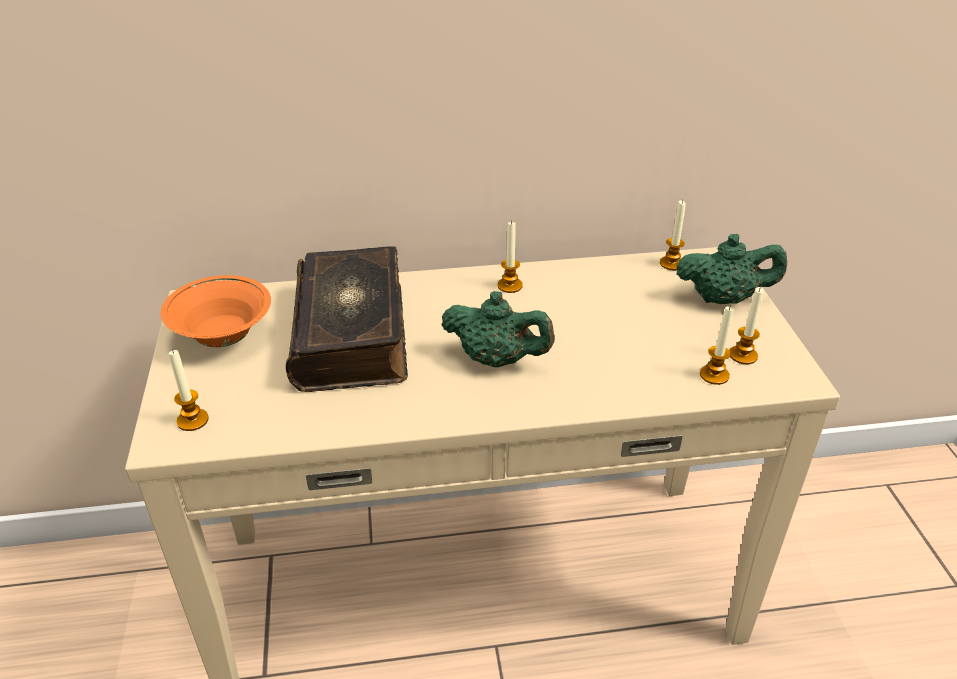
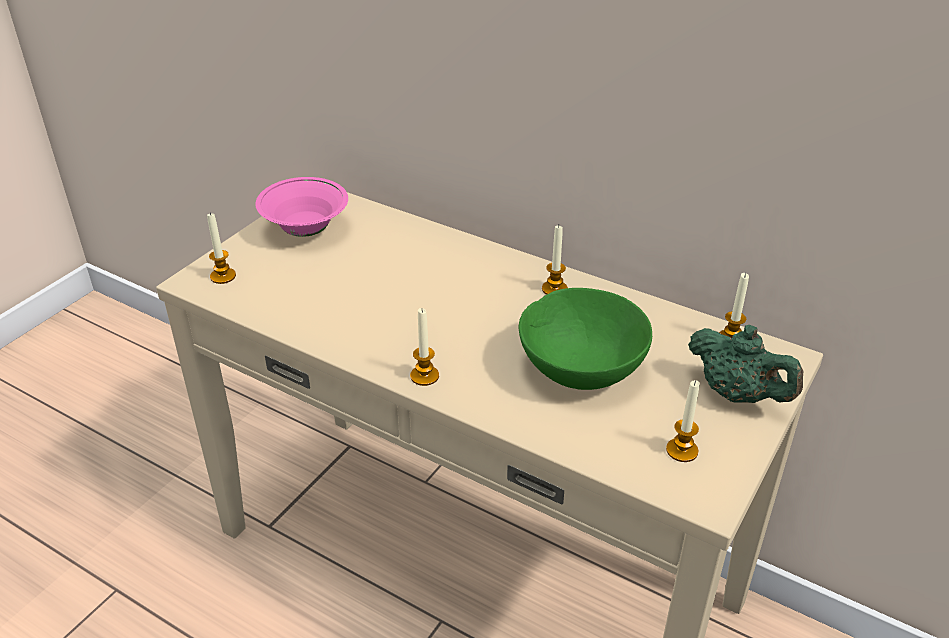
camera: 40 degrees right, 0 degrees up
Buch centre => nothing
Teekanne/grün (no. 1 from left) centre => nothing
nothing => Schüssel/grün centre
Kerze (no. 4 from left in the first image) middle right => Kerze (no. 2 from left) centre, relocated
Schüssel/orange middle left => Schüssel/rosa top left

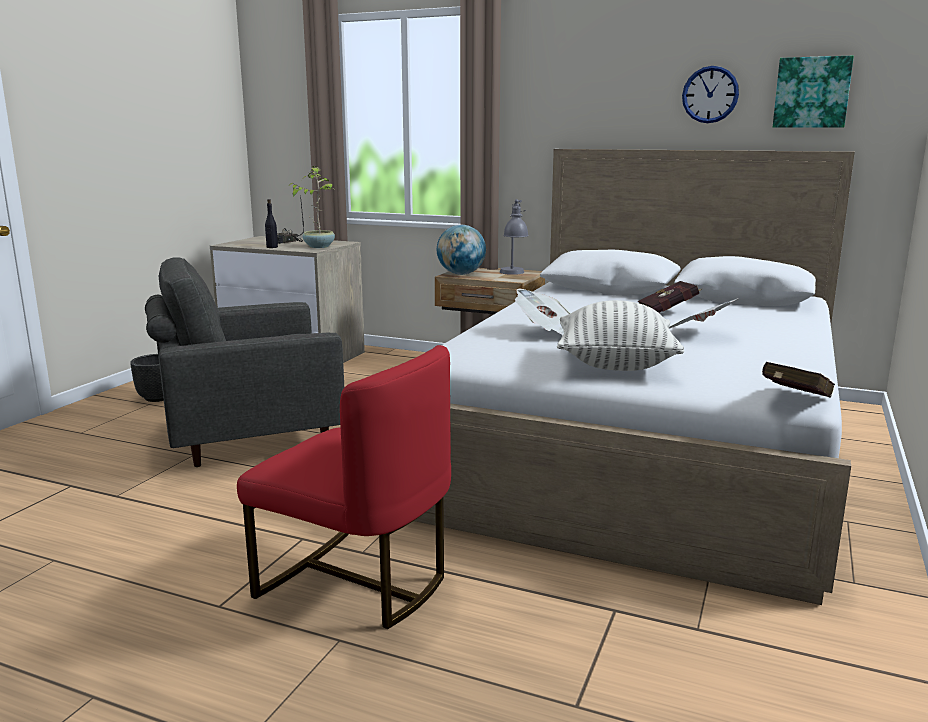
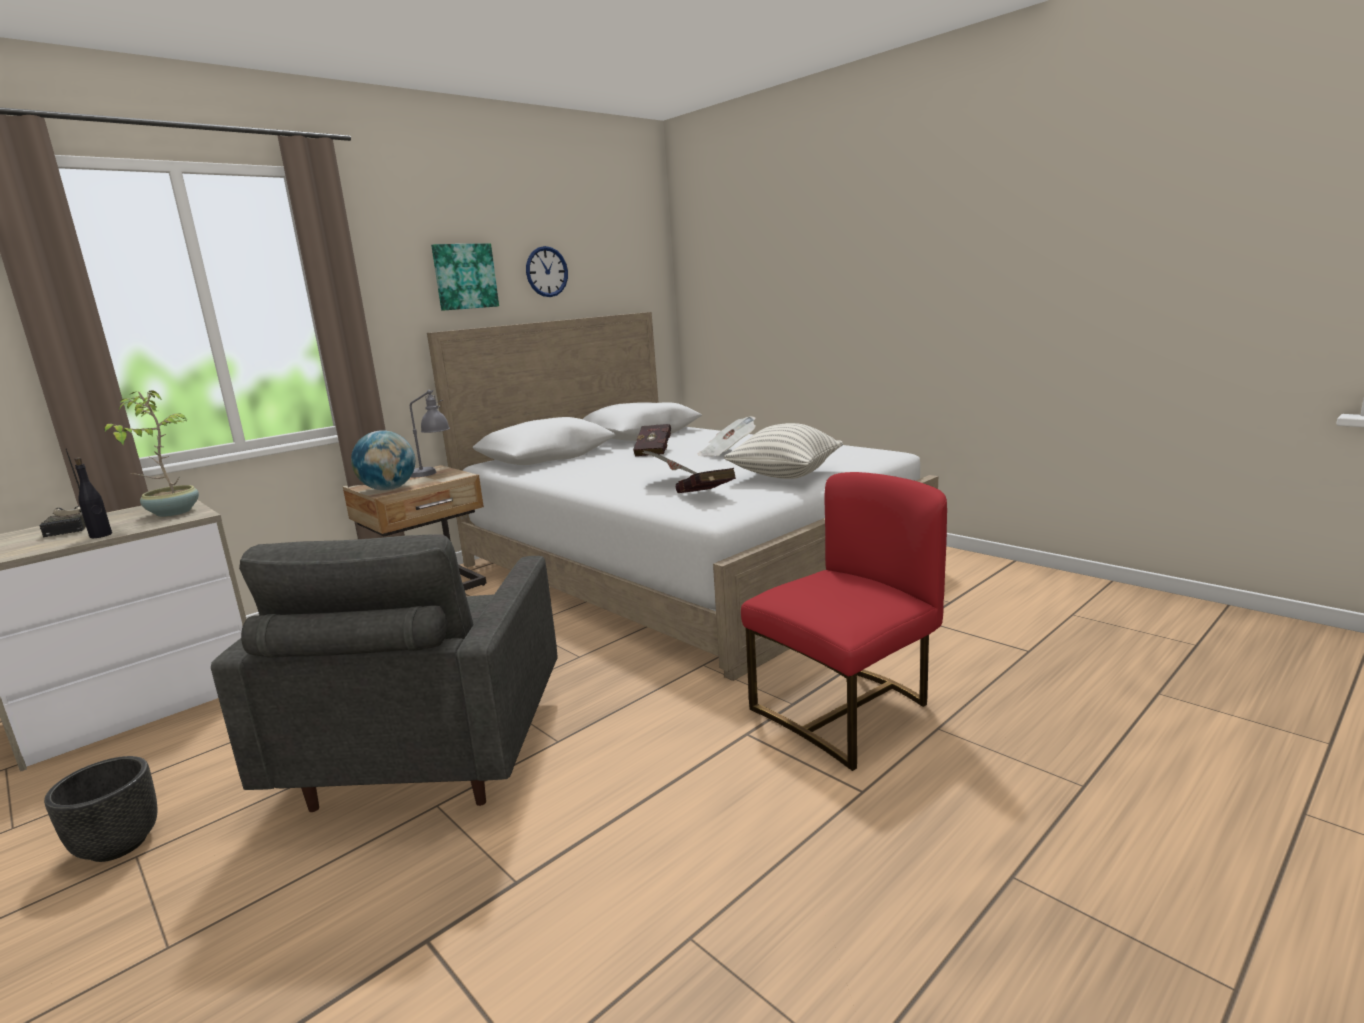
camera: 65 degrees left, 0 degrees up
Buch/rot (no. 2 from left) middle right => Buch/rot (no. 2 from left) centre, relocated
Bild top right => Bild top centre, relocated

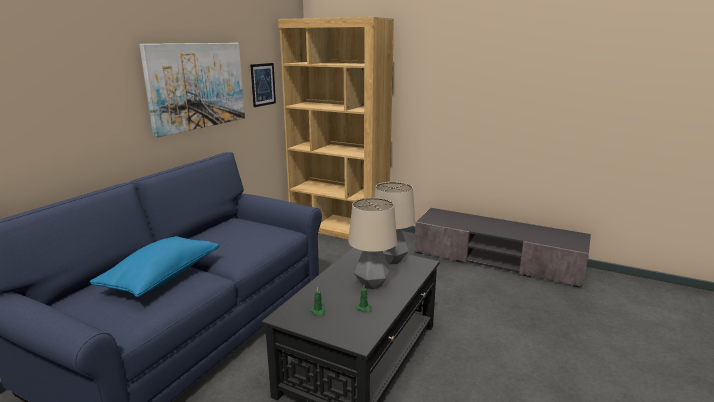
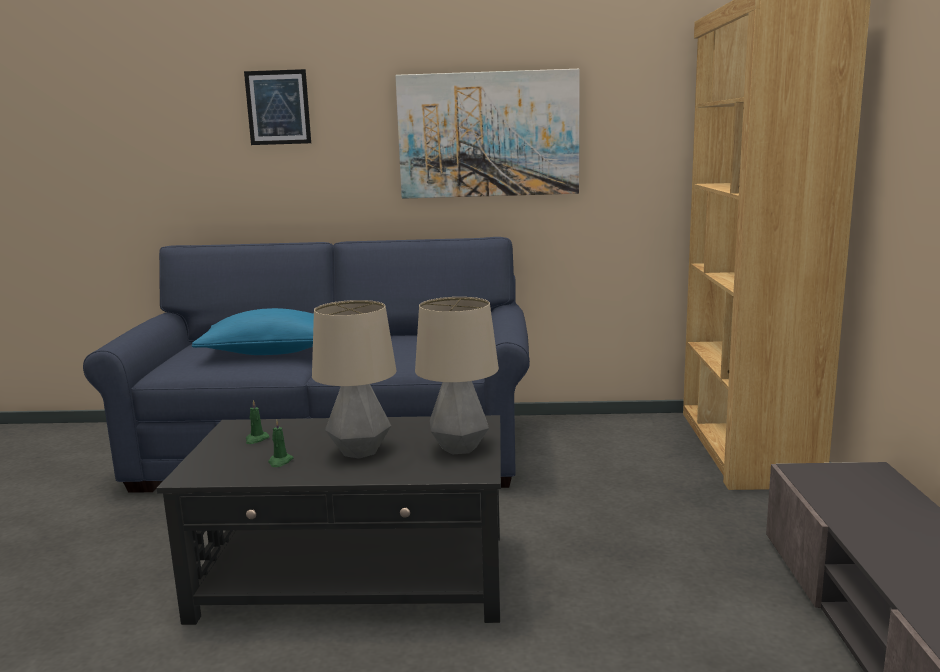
camera: 65 degrees right, 5 degrees down
Bild (no. 2 from left in the first image) top centre => Bild (no. 1 from left) top left, relocated

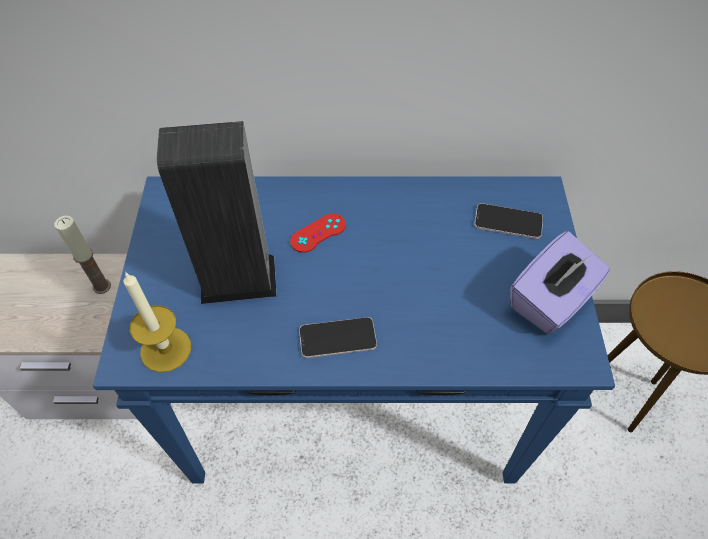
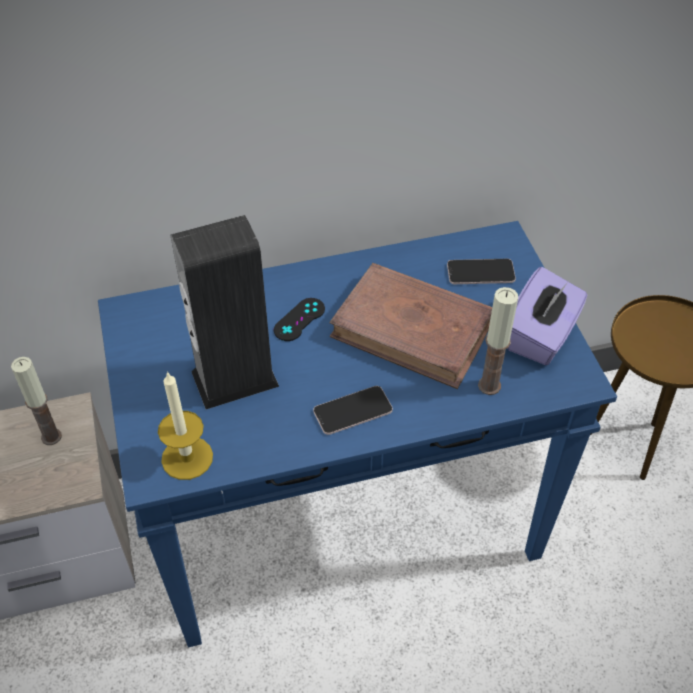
camera: 15 degrees left, 5 degrees down
nothing => Buch/braun centre
nothing => Kerze (no. 3 from left) middle right
Gamepad/rot centre => Gamepad/schwarz centre

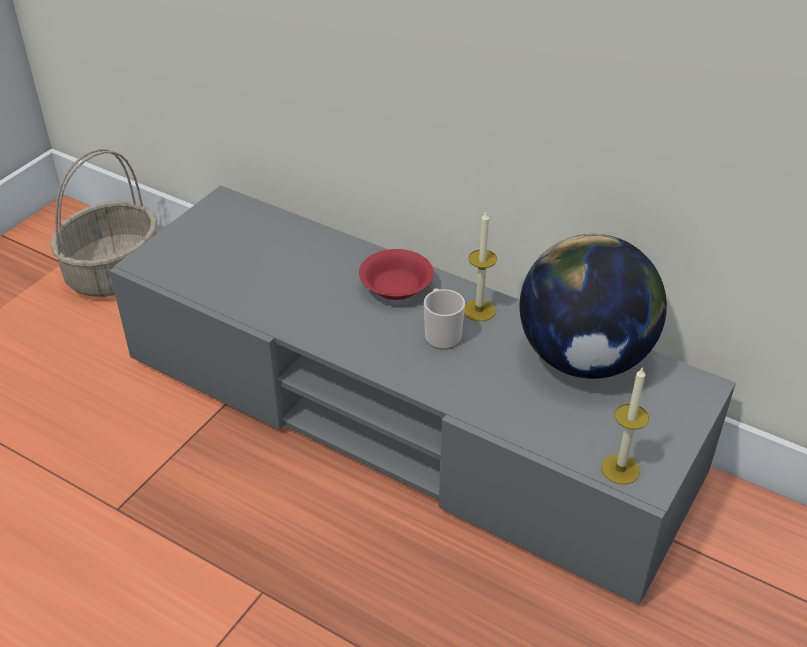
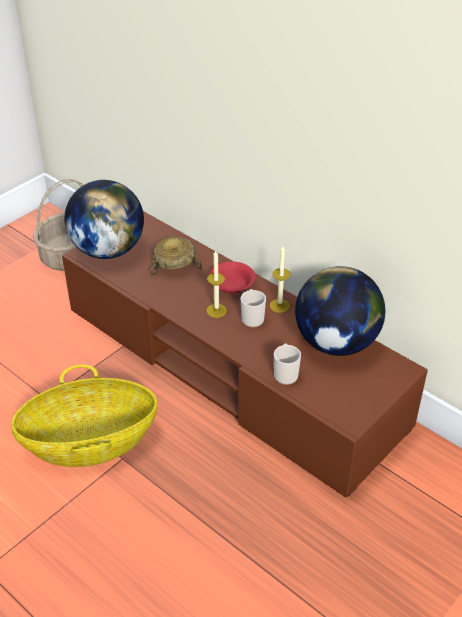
camera: 10 degrees right, 0 degrees up
nothing => Korb (no. 2 from left) bottom left
nothing => Globus (no. 1 from left) middle left
nothing => Schüssel/beige centre
nothing => Henkelbecher (no. 2 from left) centre
Kerze (no. 2 from left in the first image) middle right => Kerze (no. 1 from left) centre, relocated
Fernsehschrank/grau centre => Fernsehschrank/braun centre

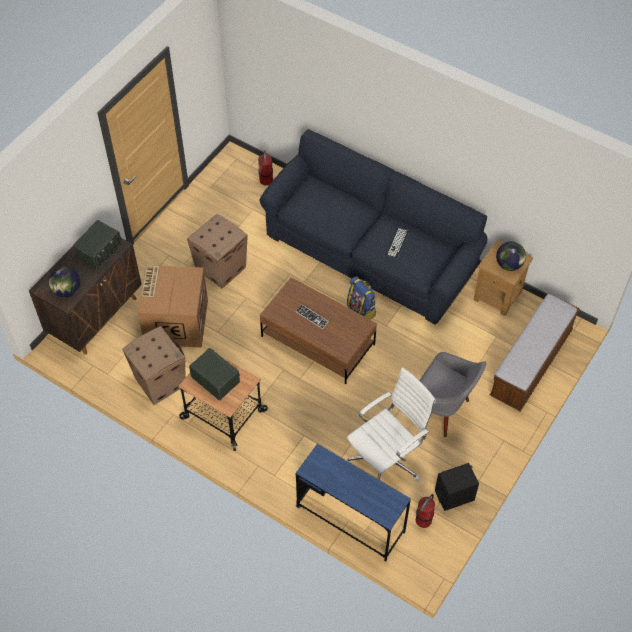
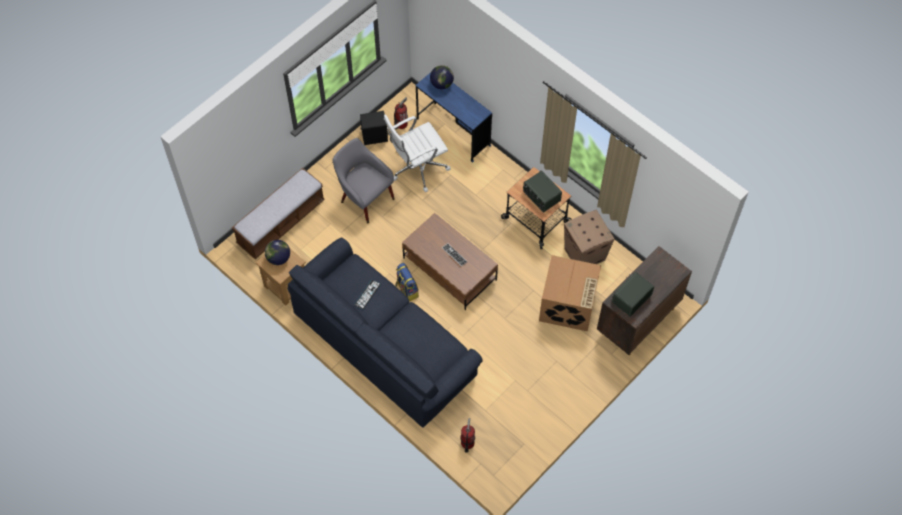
camera: 170 degrees left, 5 degrees up
Karton (no. 3 from left) centre => nothing
Globus (no. 1 from left in the first image) middle left => Globus (no. 2 from left) top centre, relocated

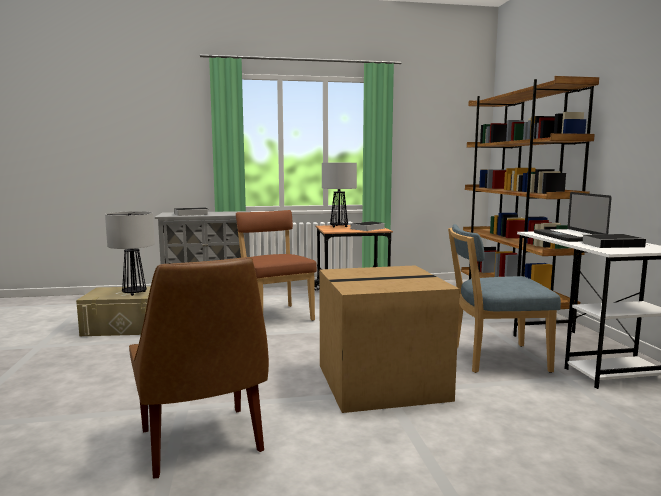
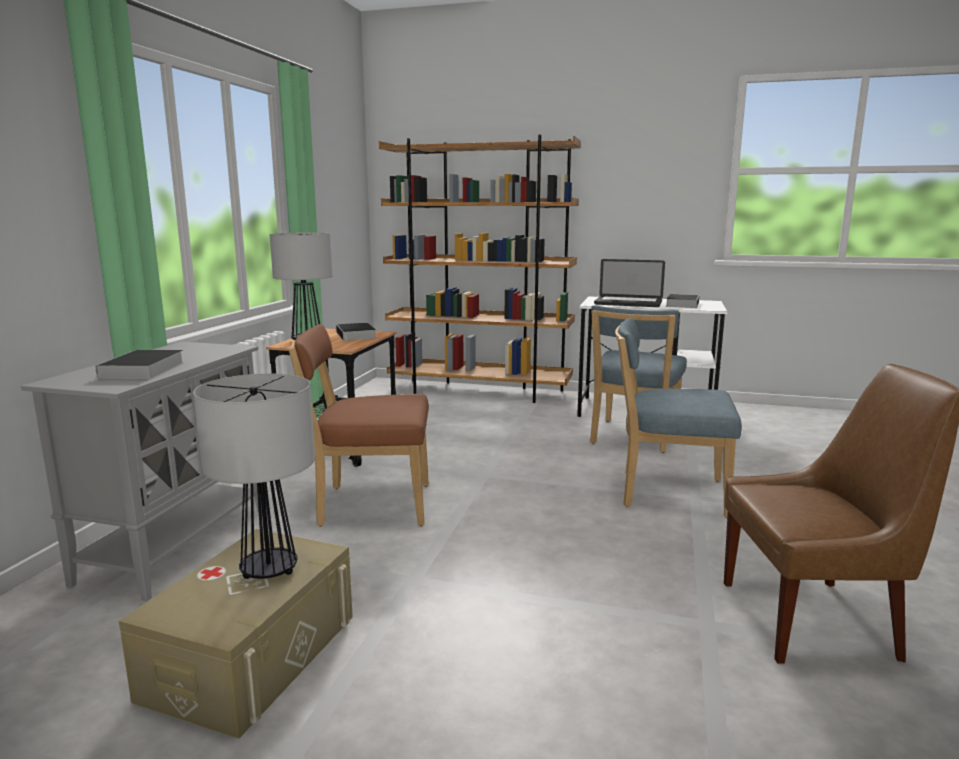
camera: 65 degrees left, 5 degrees up
Karton bottom centre => Stuhl/blau (no. 2 from left) middle right

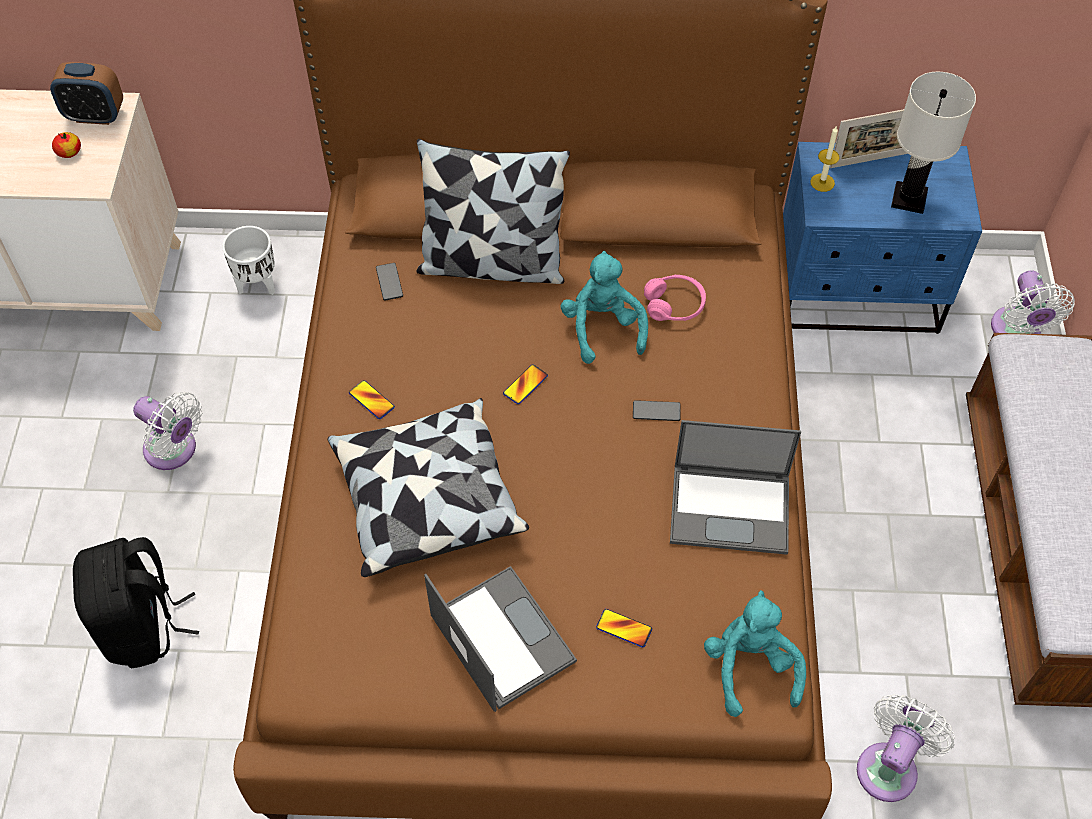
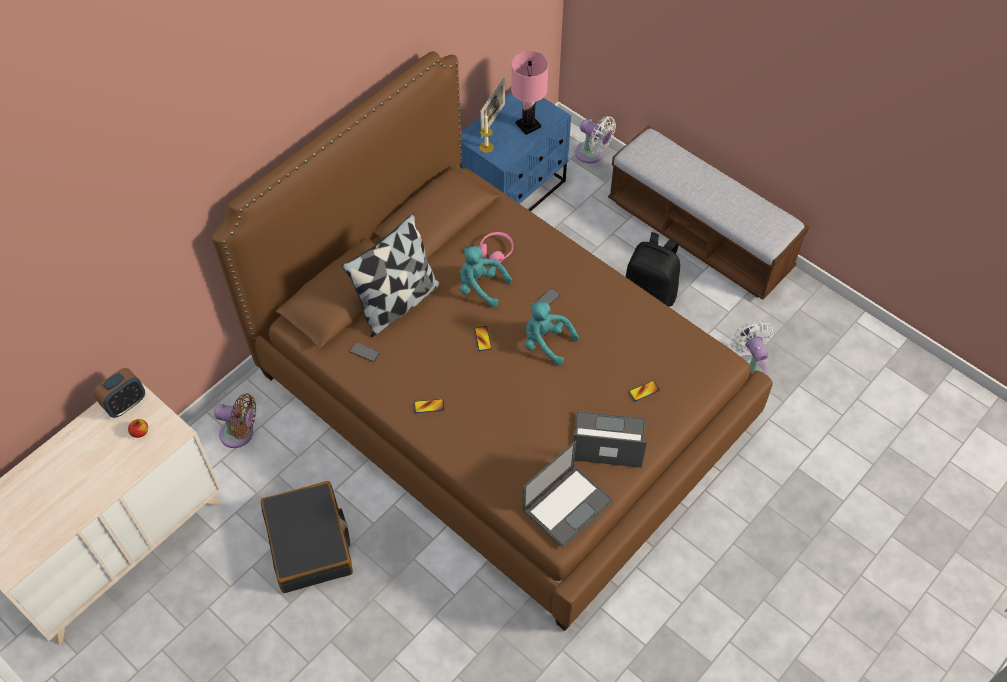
camera: 50 degrees left, 0 degrees up
Kissen (no. 1 from left) centre => nothing
Rucksack/schwarz bottom left => Rucksack/schwarz centre, relocated
Laptop (no. 2 from left in the first image) middle right => Laptop (no. 1 from left) bottom centre, relocated
Plüschtier/türkis (no. 2 from left) bottom right => Plüschtier/türkis (no. 2 from left) centre, relocated
Ventilator/weiß (no. 1 from left) middle left => Koffer/schwarz bottom left
Pflanzkübel/weiß top left => Ventilator/braun middle left
Tischlampe/weiß top right => Tischlampe/rosa top centre

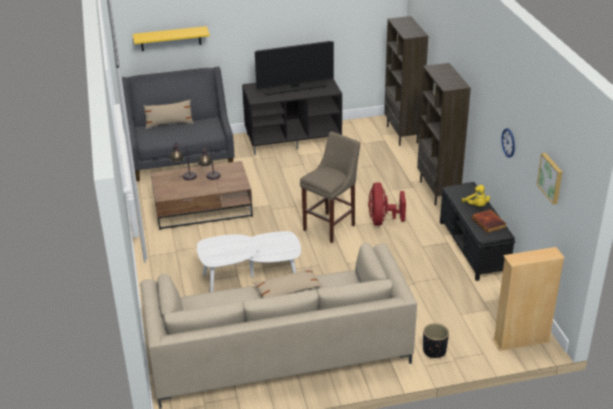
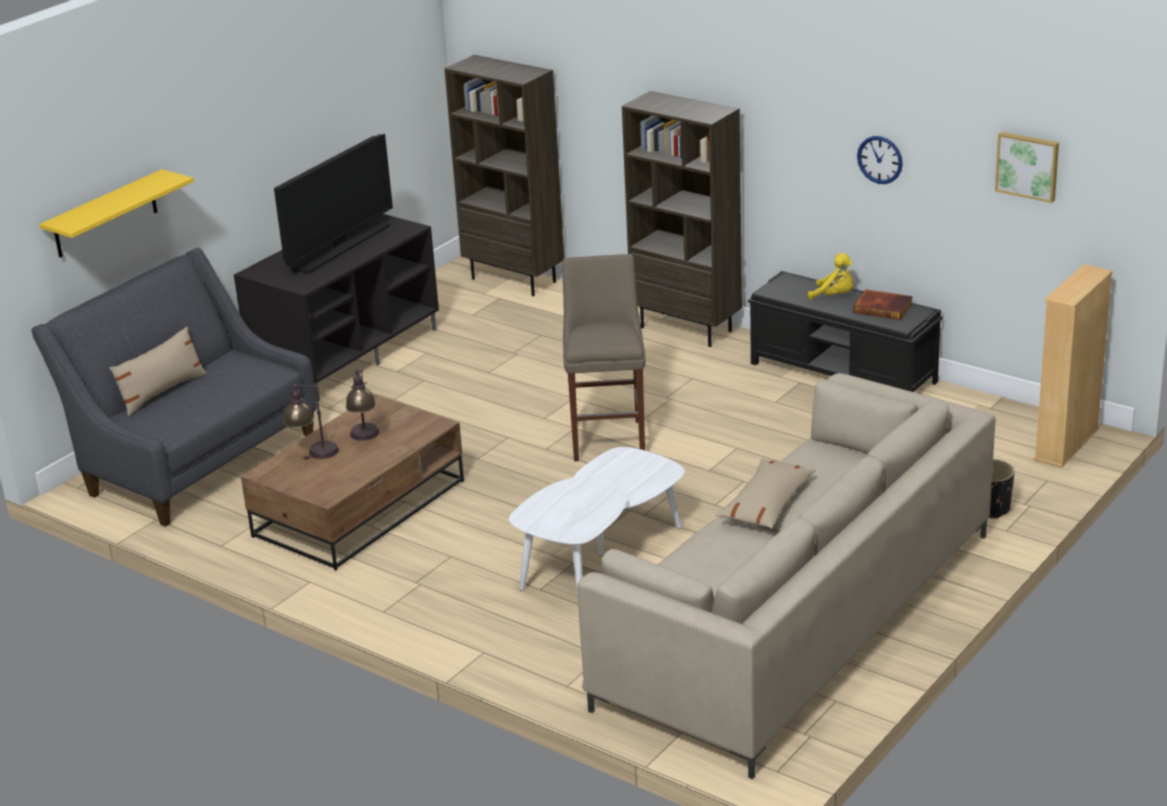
camera: 40 degrees left, 5 degrees down
Ventilator/rot centre => nothing

